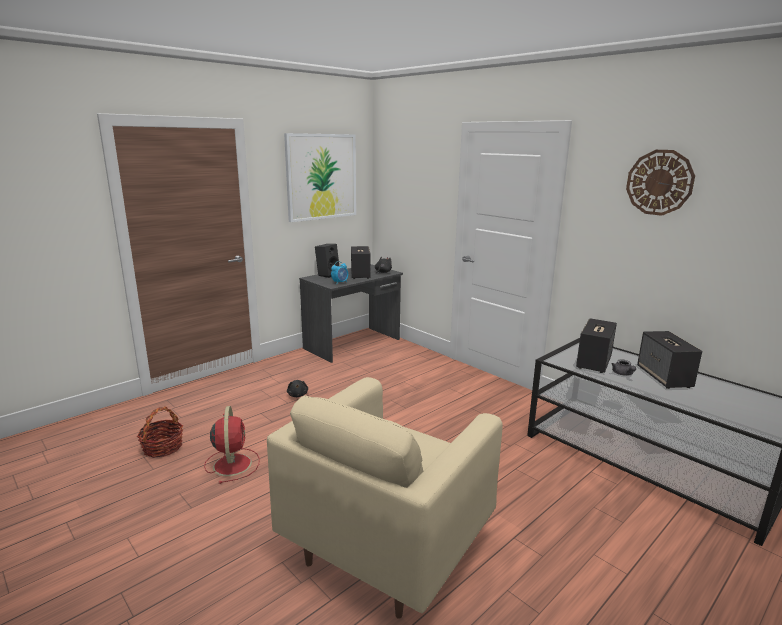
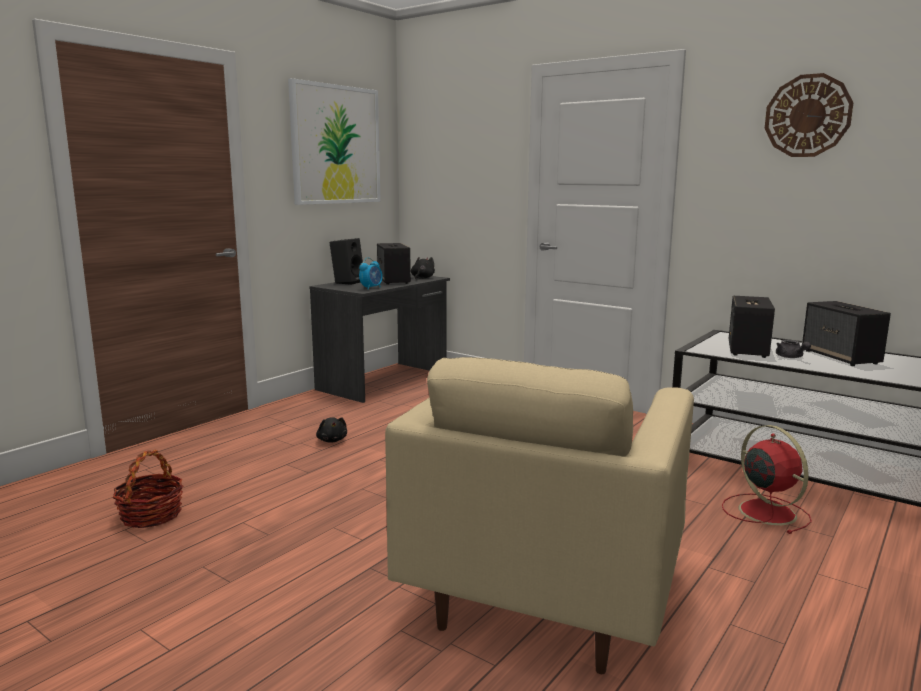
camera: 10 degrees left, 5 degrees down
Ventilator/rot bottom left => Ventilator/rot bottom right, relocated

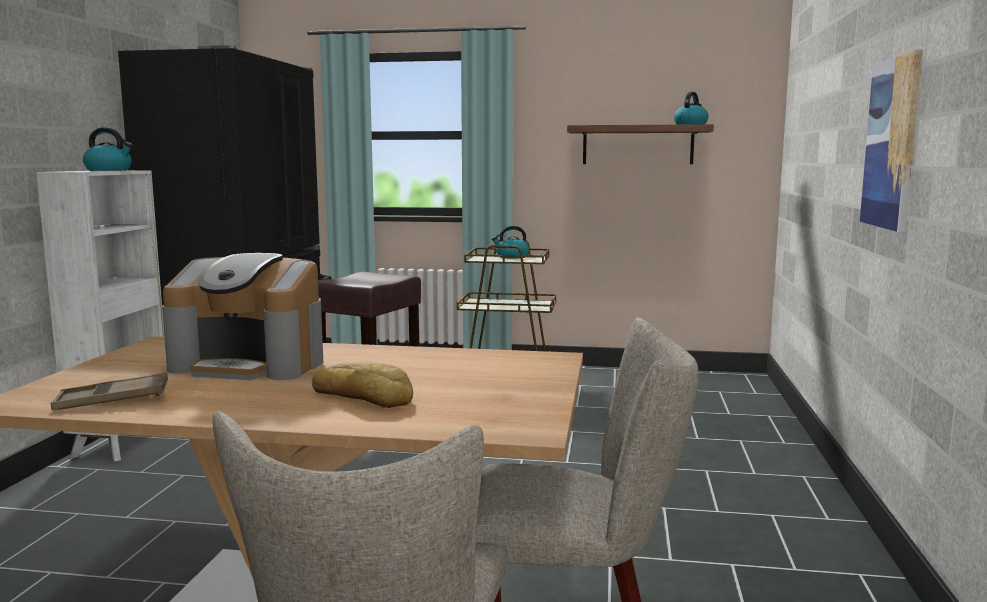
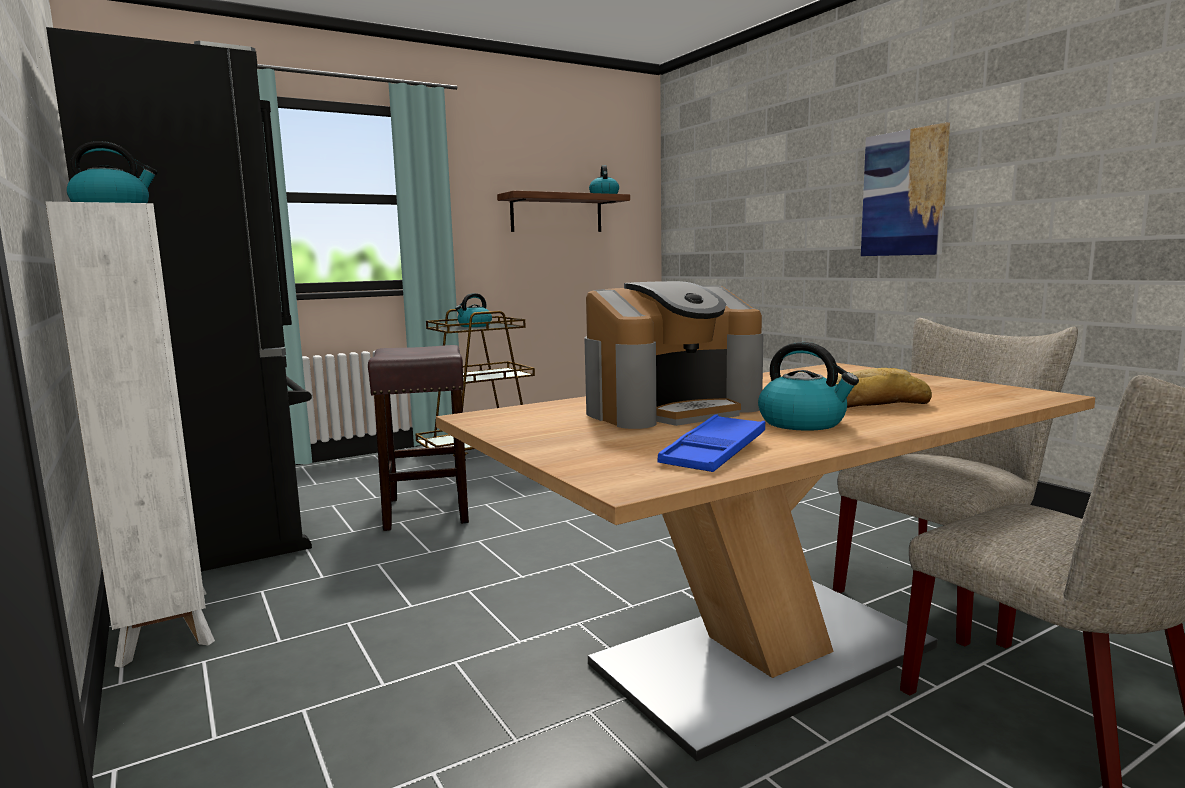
camera: 40 degrees left, 0 degrees up
nothing => Wasserkessel (no. 4 from left) middle right
Tablett/braun middle left => Tablett/blau centre

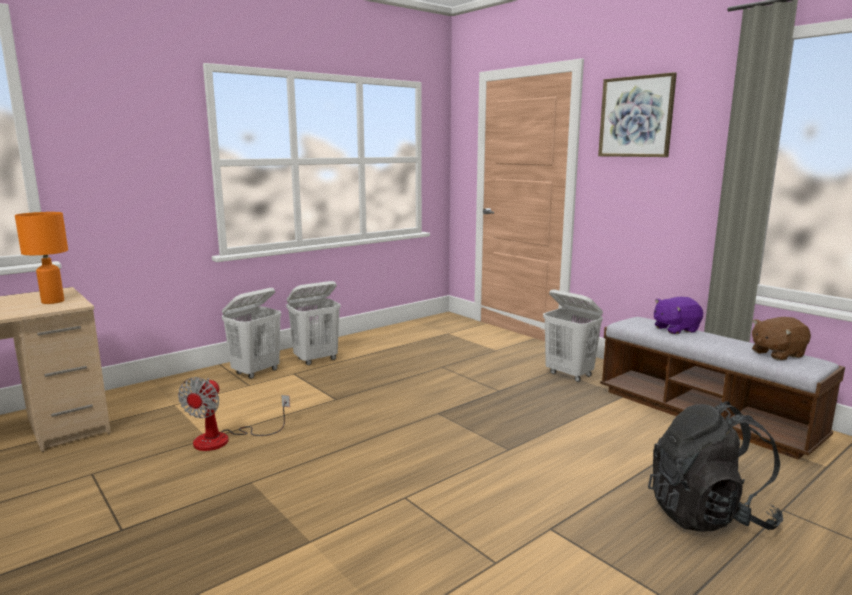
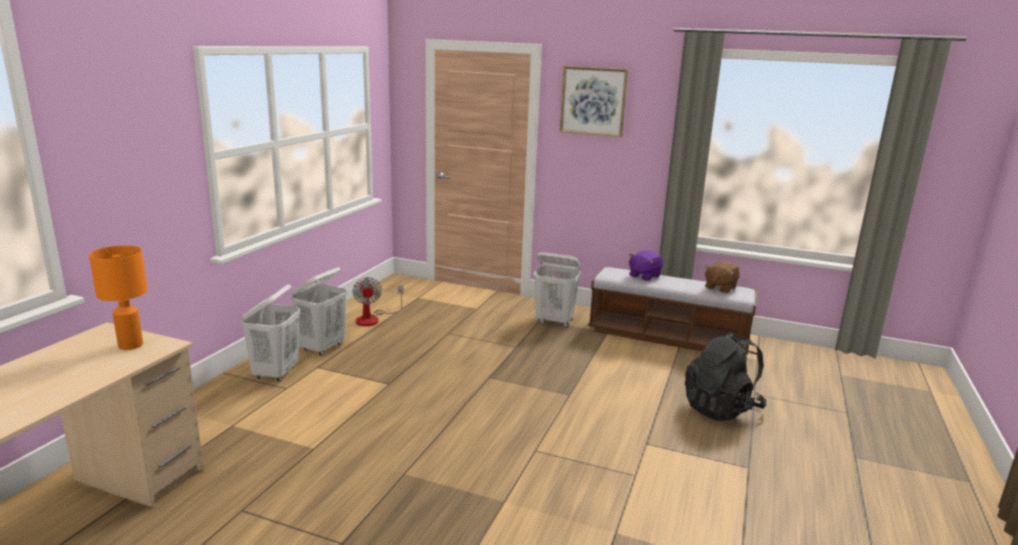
camera: 30 degrees left, 5 degrees up
Ventilator bottom left => Ventilator centre, relocated

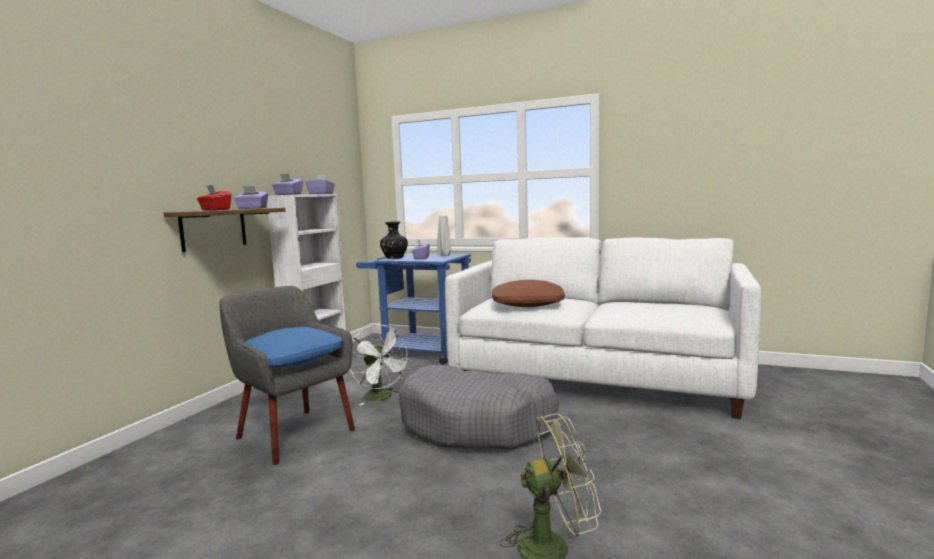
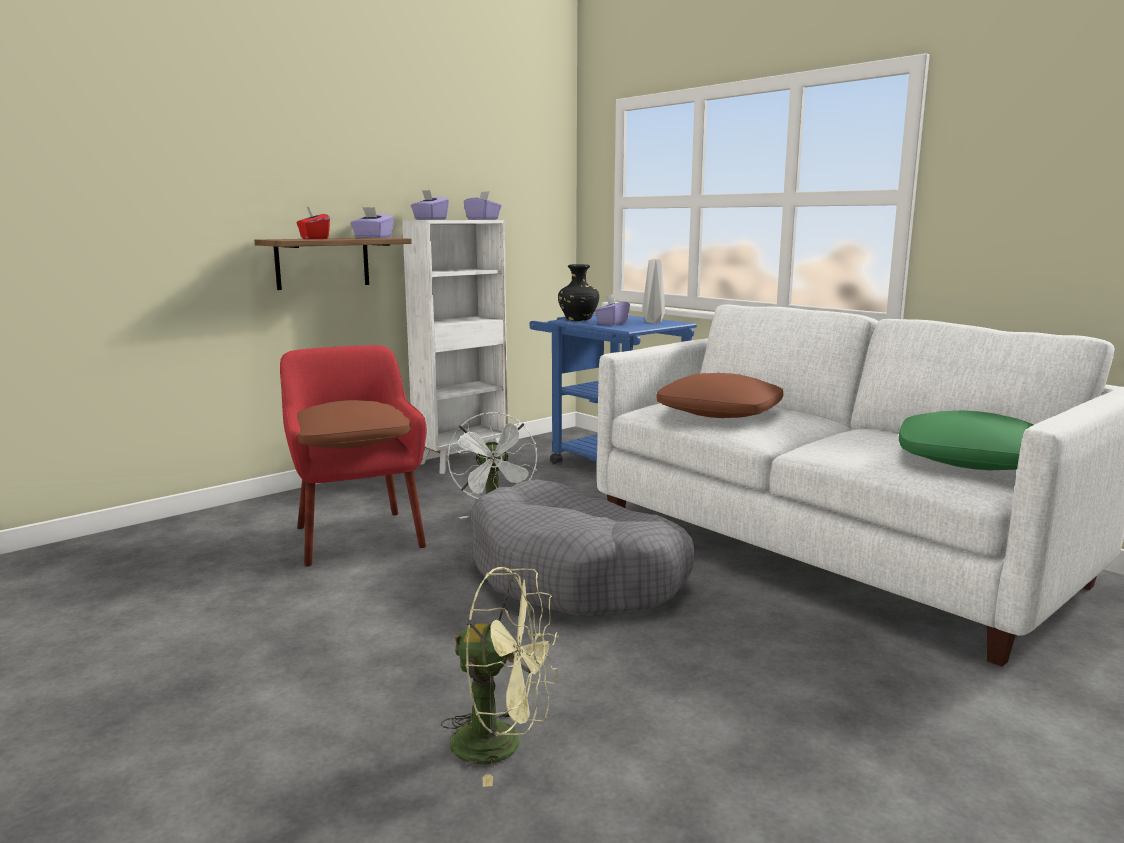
camera: 25 degrees right, 5 degrees up
nothing => Kissen/grün middle right
Sessel/grau bottom left => Sessel/rot middle left
Kissen/blau middle left => Kissen/braun (no. 1 from left) middle left

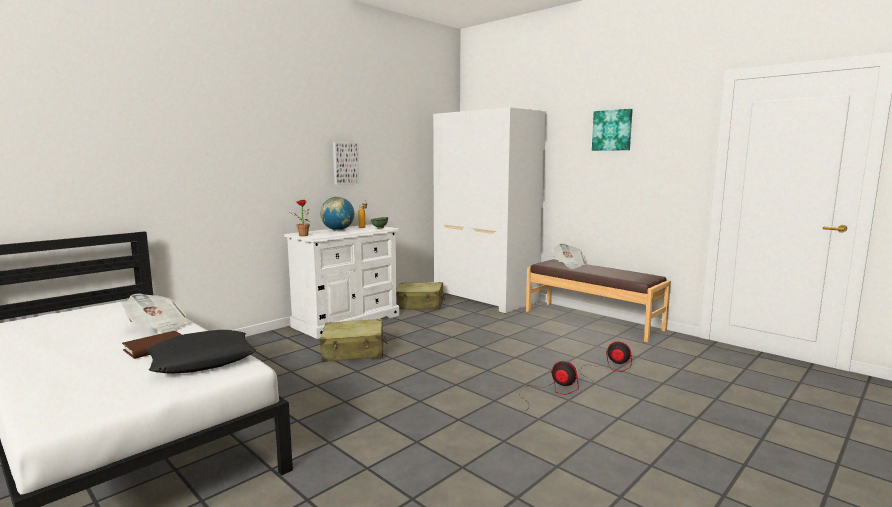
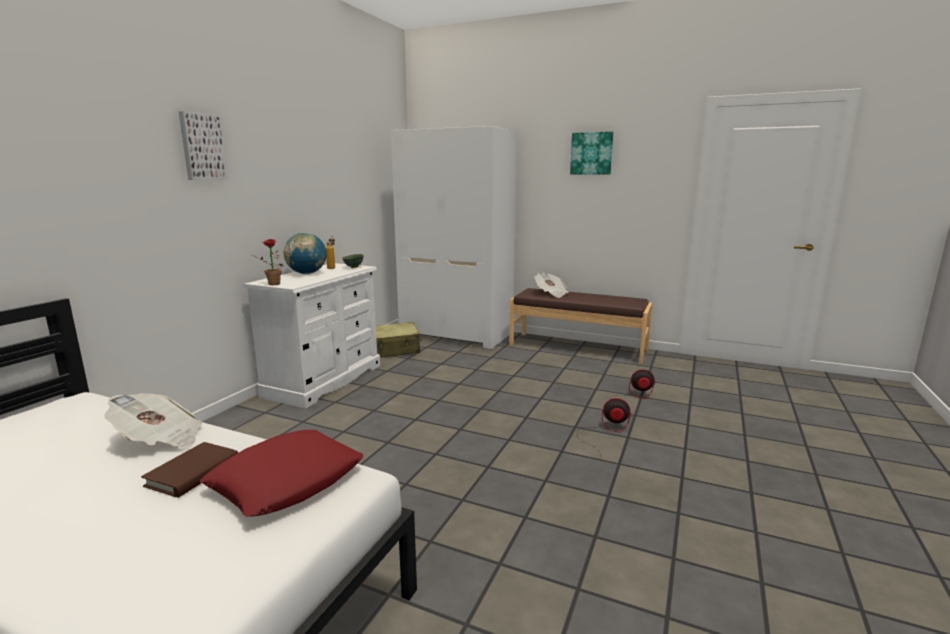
camera: 20 degrees left, 5 degrees up
Koffer/beige (no. 1 from left) bottom centre => nothing
Bild (no. 1 from left) top centre => Bild (no. 1 from left) top left, relocated
Kissen/schwarz bottom left => Kissen/rot bottom left

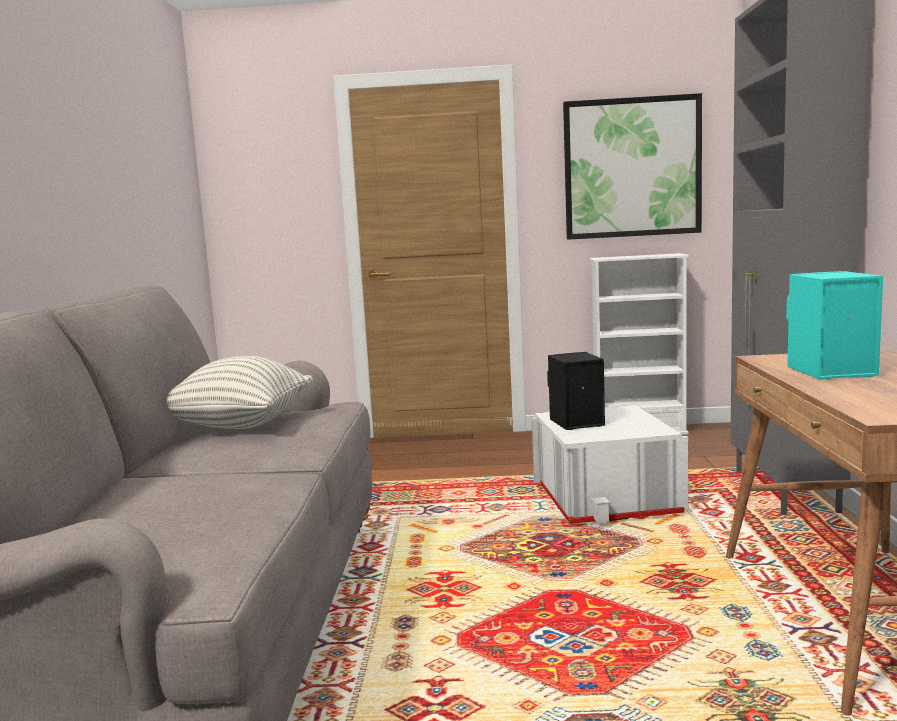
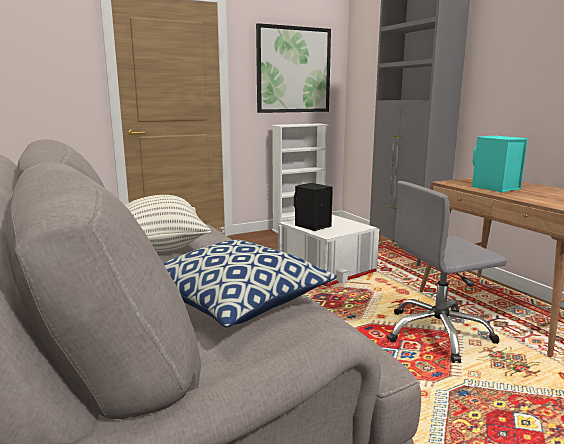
camera: 30 degrees left, 5 degrees up
nothing => Kissen (no. 2 from left) centre
nothing => Bürostuhl/grau middle right

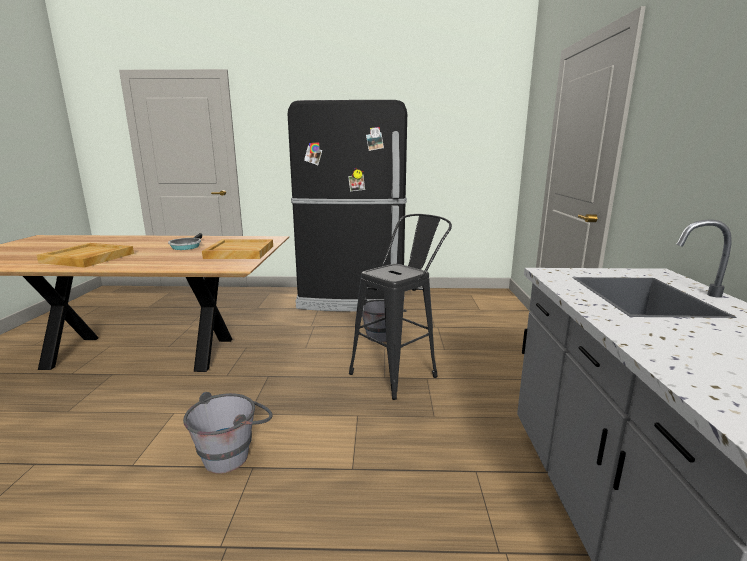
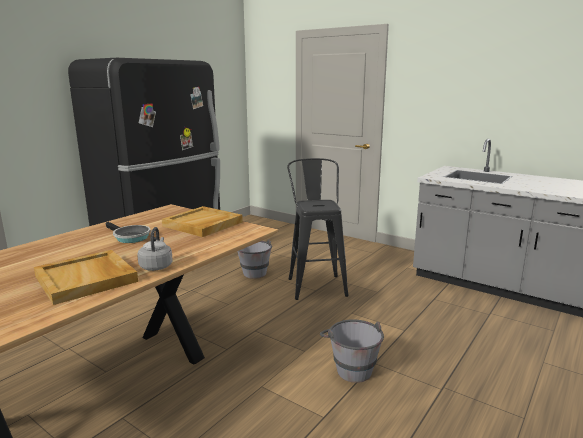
camera: 55 degrees left, 0 degrees up
nothing => Wasserkessel/grau middle left

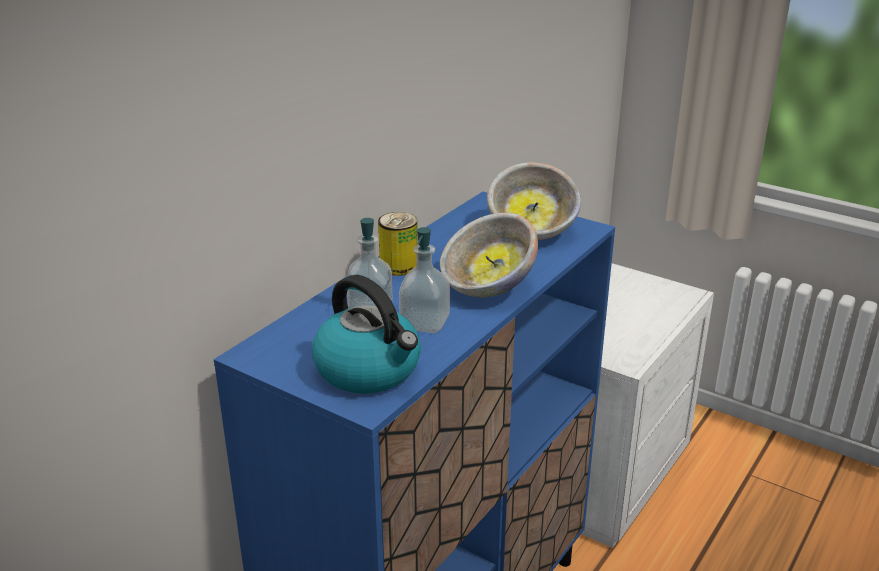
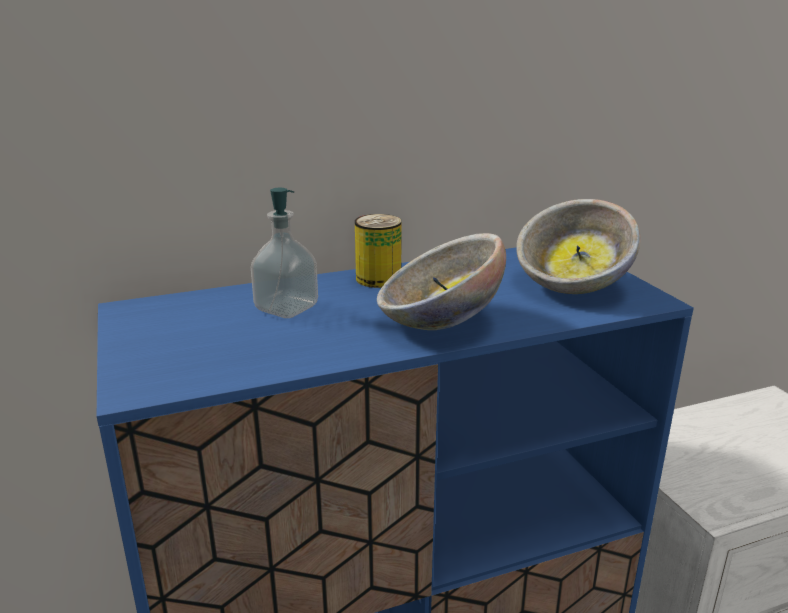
camera: 35 degrees right, 5 degrees down
Wasserkessel centre => nothing
Seifenspender (no. 2 from left) centre => nothing

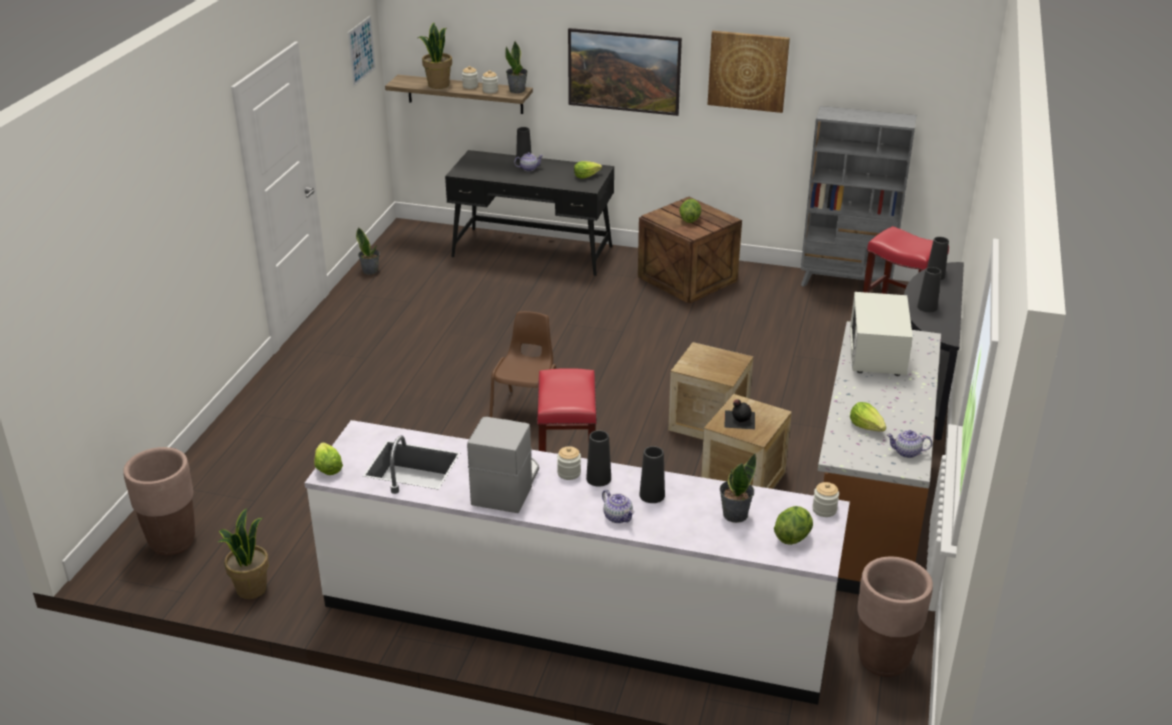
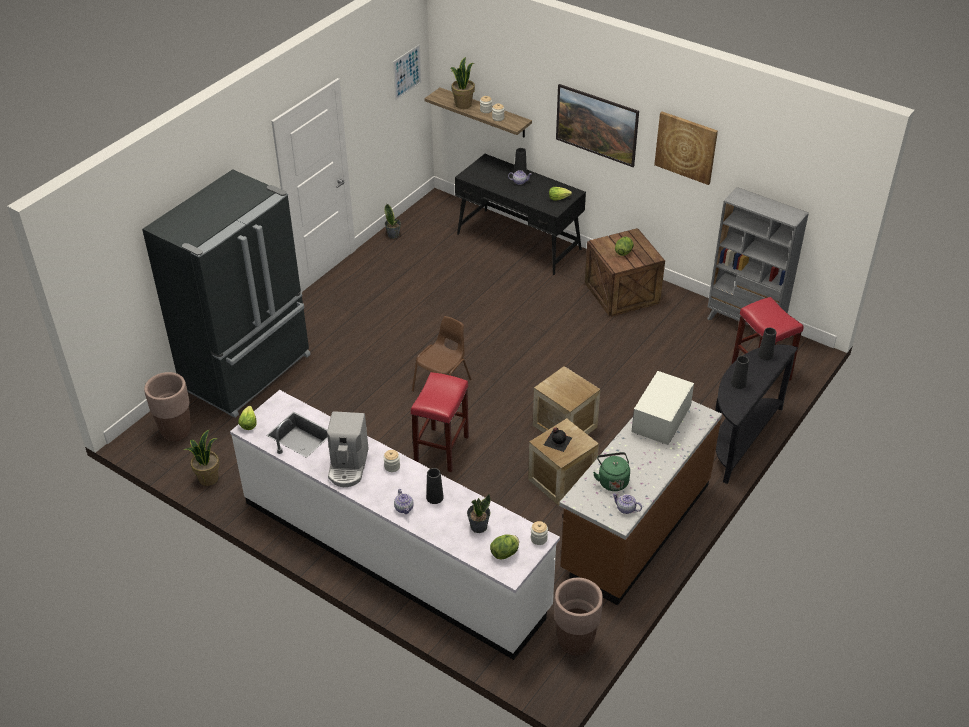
camera: 20 degrees right, 10 degrees up
Topfpflanze (no. 4 from left) top centre => nothing
Vase/schwarz (no. 2 from left) centre => nothing
nothing => Kühlschrank/schwarz middle left
Salatkopf (no. 5 from left) middle right => Wasserkessel/grün centre
Kaffeemaschine centre, 150 degrees clockwise

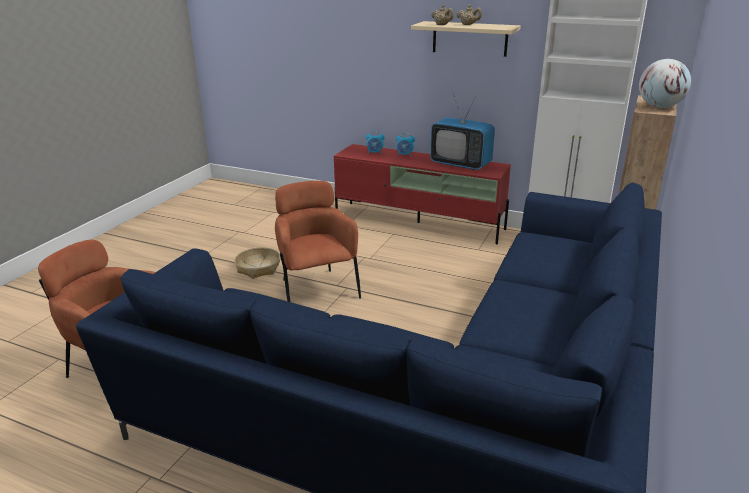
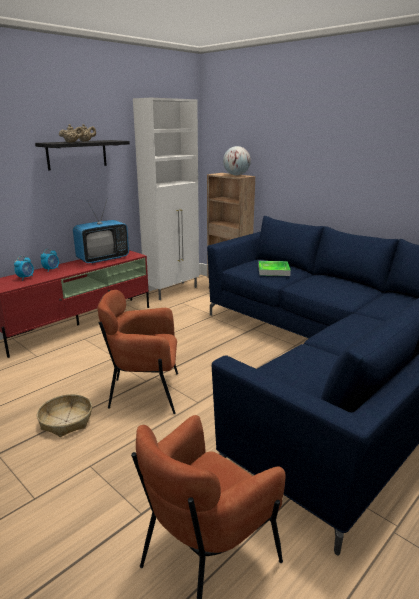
camera: 70 degrees left, 5 degrees down
nothing => Tablett centre
Wandregal/beige top centre => Wandregal/schwarz top left

